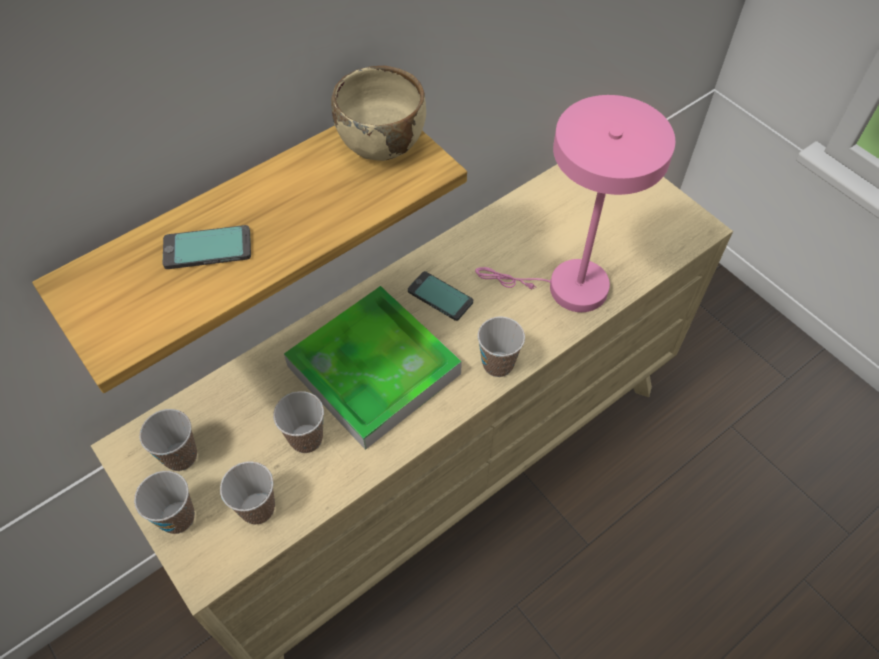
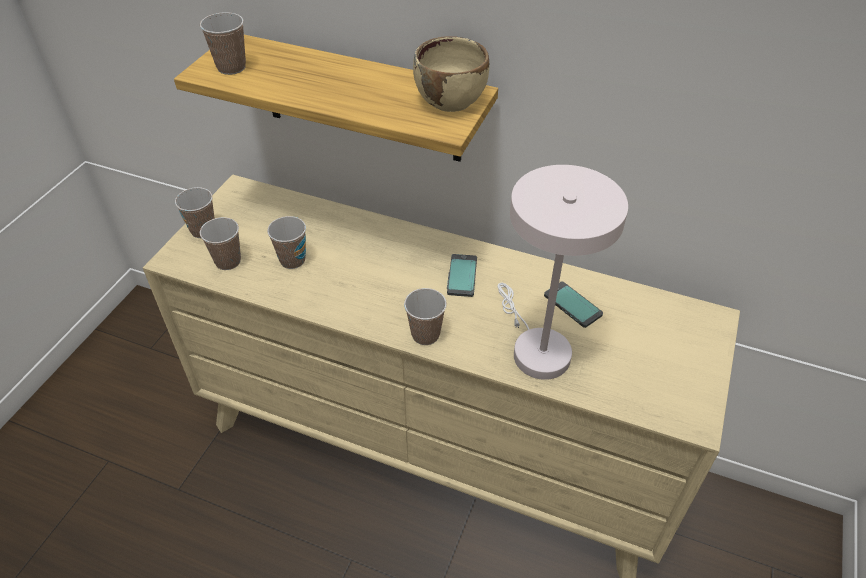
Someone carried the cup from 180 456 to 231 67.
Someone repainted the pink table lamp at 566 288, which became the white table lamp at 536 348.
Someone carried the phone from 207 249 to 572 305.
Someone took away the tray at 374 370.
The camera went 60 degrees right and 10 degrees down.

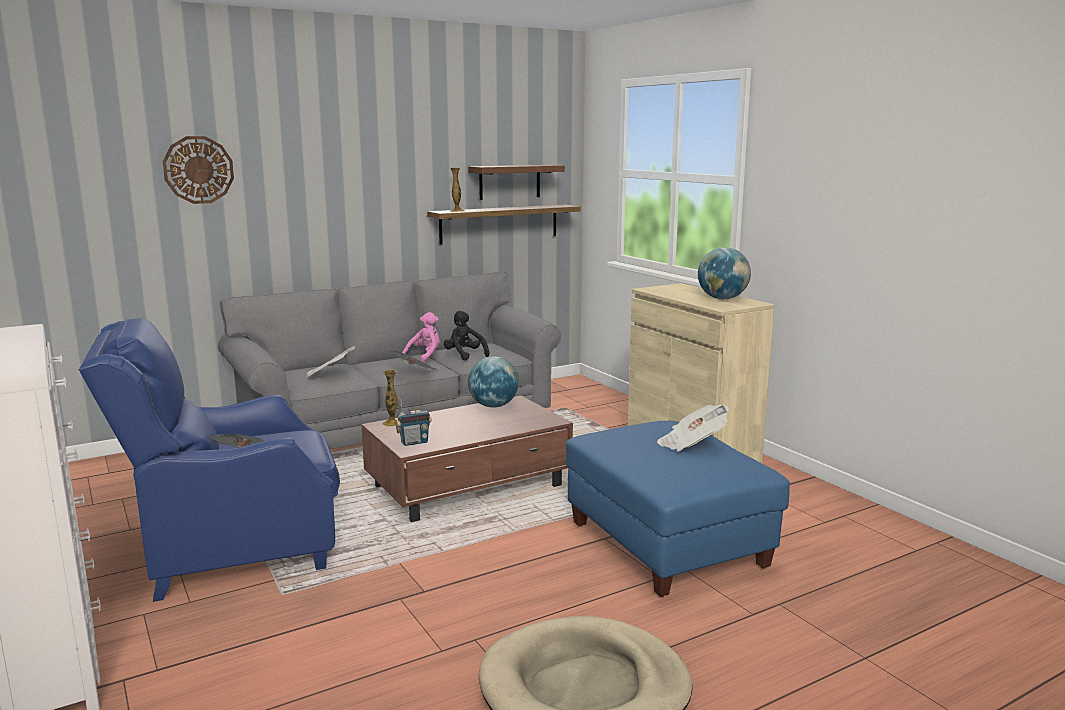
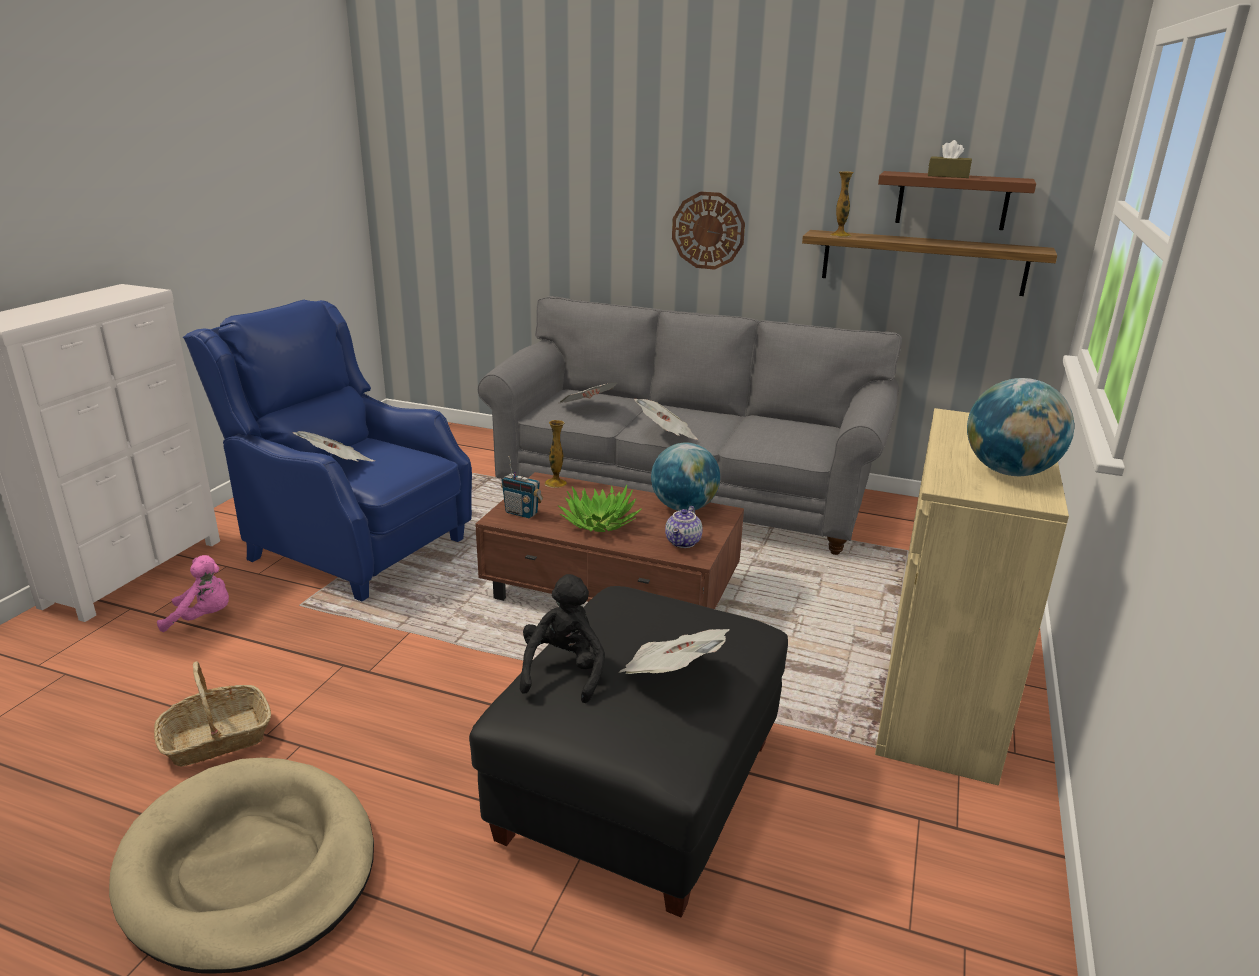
Someone put down the basket at 216 738.
Someone carried the pink plush toy from 425 357 to 203 618.
Someone repainted the blue ottoman at 667 545, which became the black ottoman at 640 791.
Someone carried the black plush toy from 464 355 to 564 671.
Someone put down the potted plant at 599 523.
Someone put down the teapot at 684 542.
Someone carried the wall clock from 198 170 to 708 230.
Someone put down the brown tissue box at 948 176.
The camera went 50 degrees right and 10 degrees up.

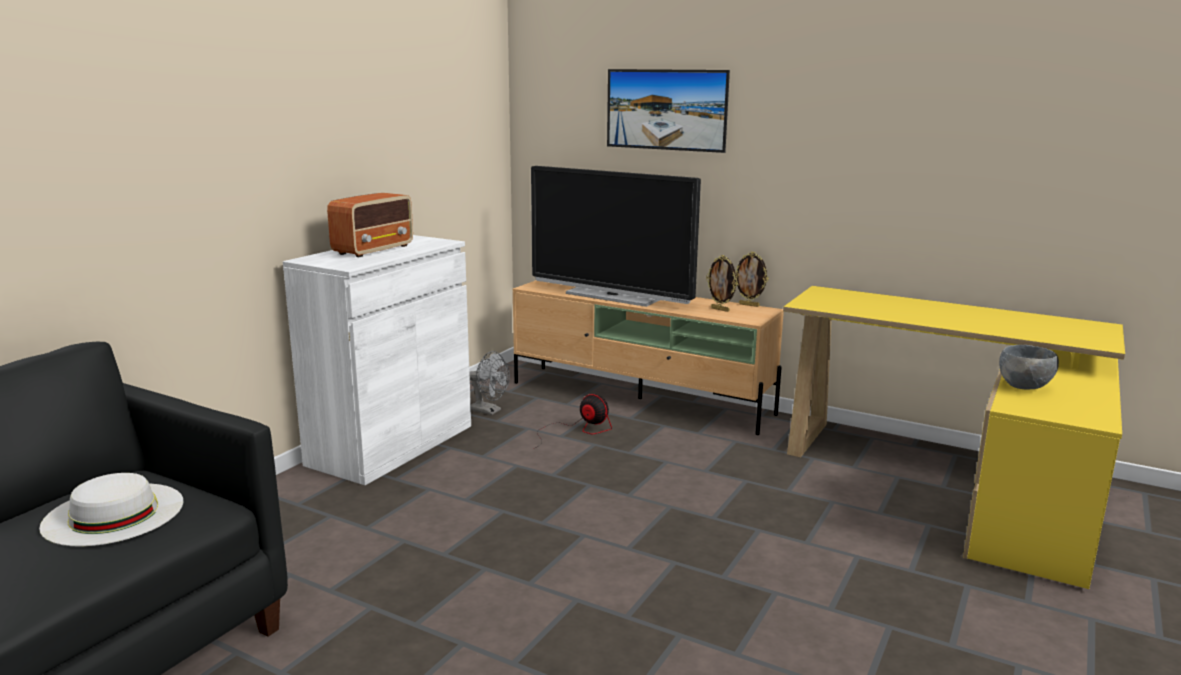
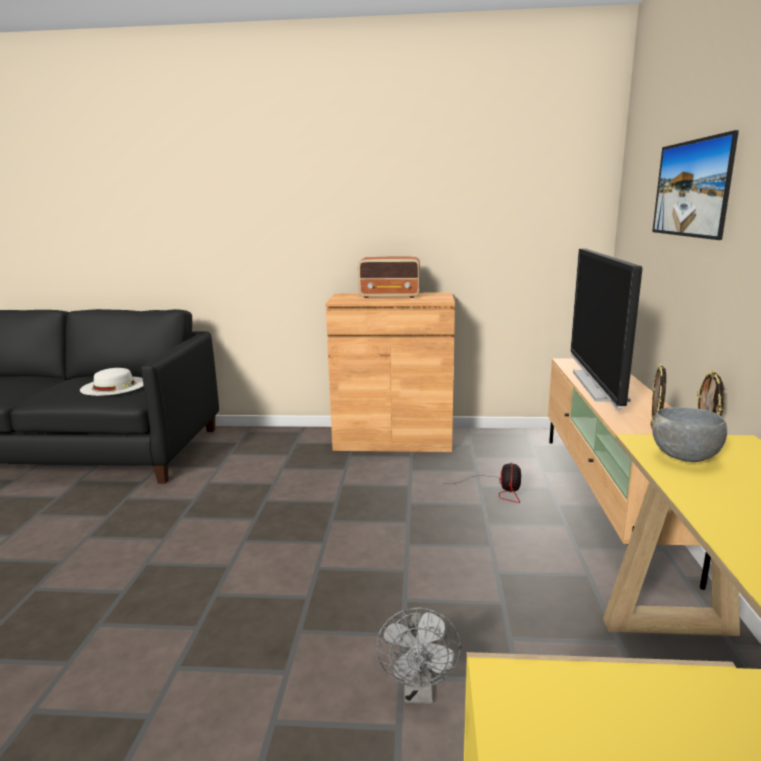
Someone repainted the white cabinet at 391 445, which became the brown cabinet at 393 439.
Someone carried the grey fan from 489 411 to 419 692.
Someone carried the grey bowl from 1024 387 to 685 458.
The camera went 65 degrees right and 0 degrees up.

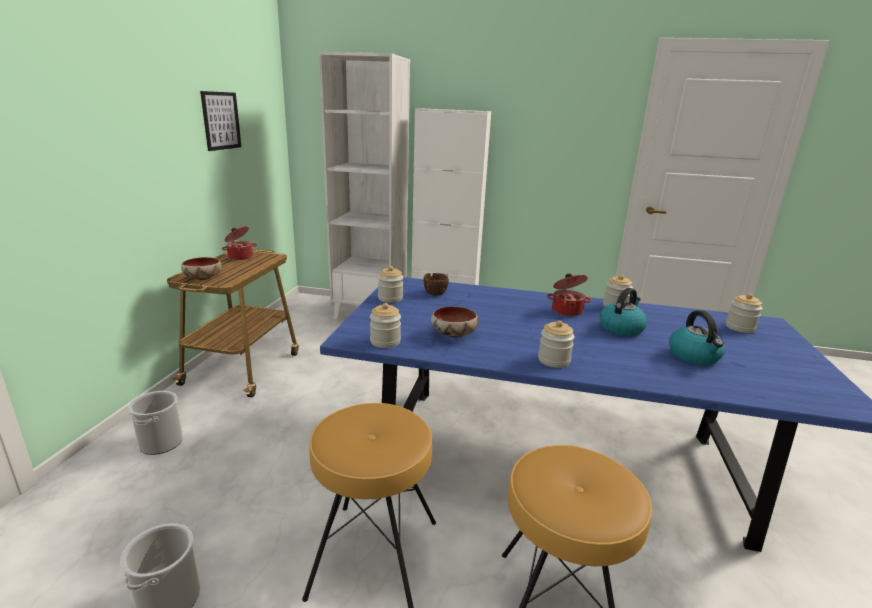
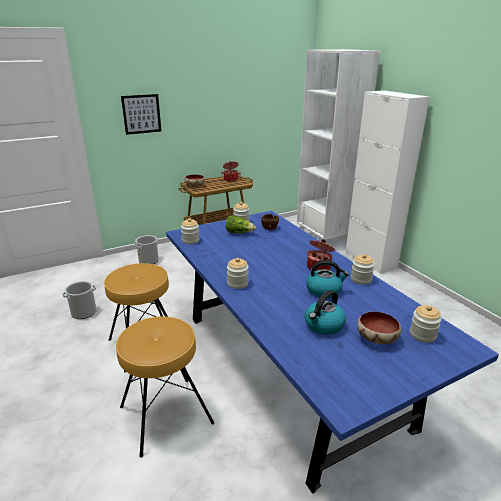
Someone carried the picture from 221 121 to 141 114.
Someone put down the lettuce at 239 233.
Someone carried the bowl from 453 334 to 376 338.
The camera went 50 degrees right and 5 degrees up.

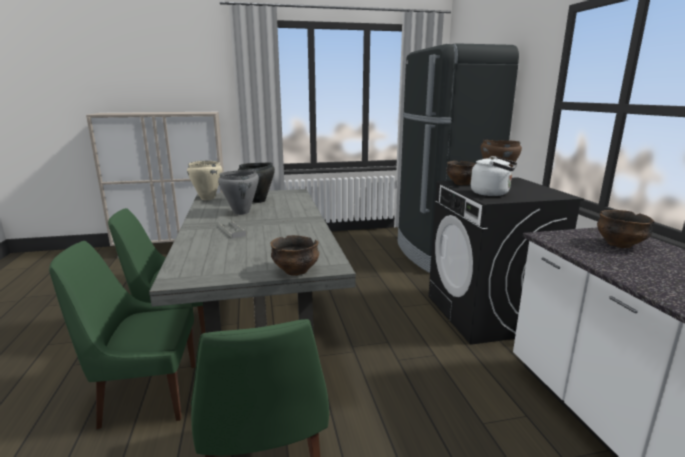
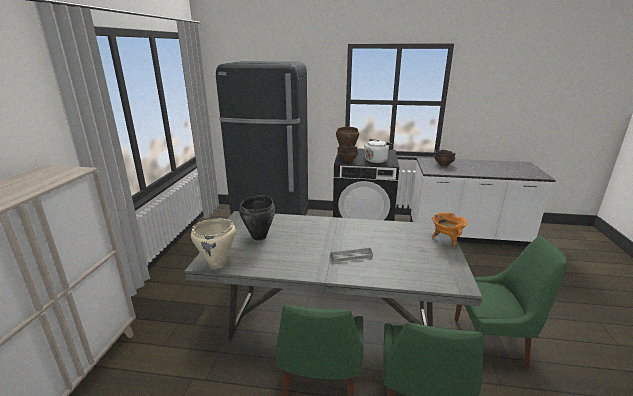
Someone swapped the bowl at 296 271 for the orange cooking pot at 446 240.
Someone took away the grey cooking pot at 241 212.
The camera went 70 degrees left and 5 degrees up.

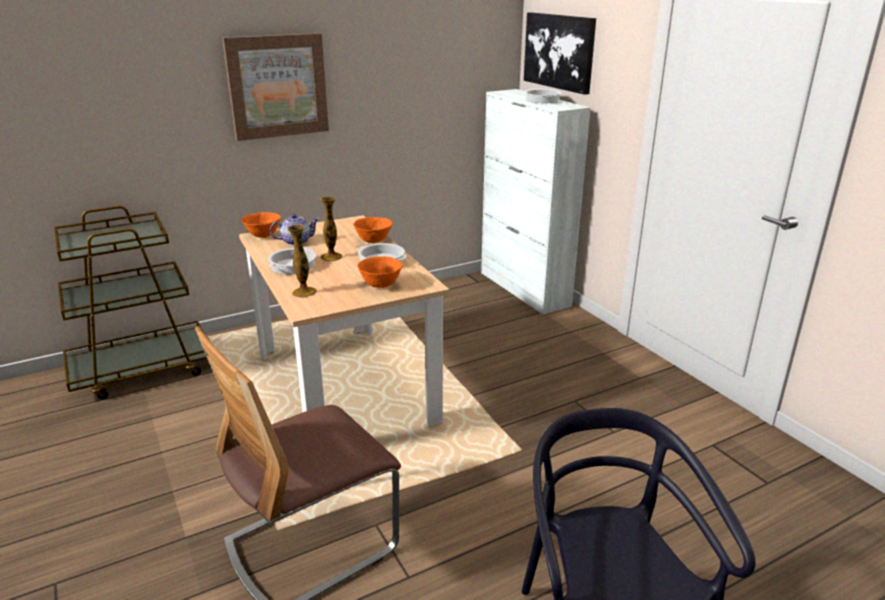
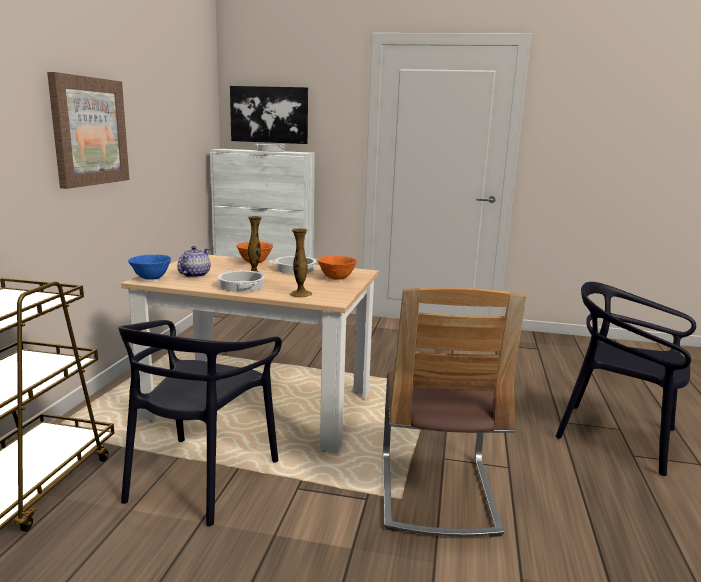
Someone put down the black chair at 201 477.
Someone repainted the orange bowl at 262 236, which became the blue bowl at 151 278.
The camera went 50 degrees left and 10 degrees down.

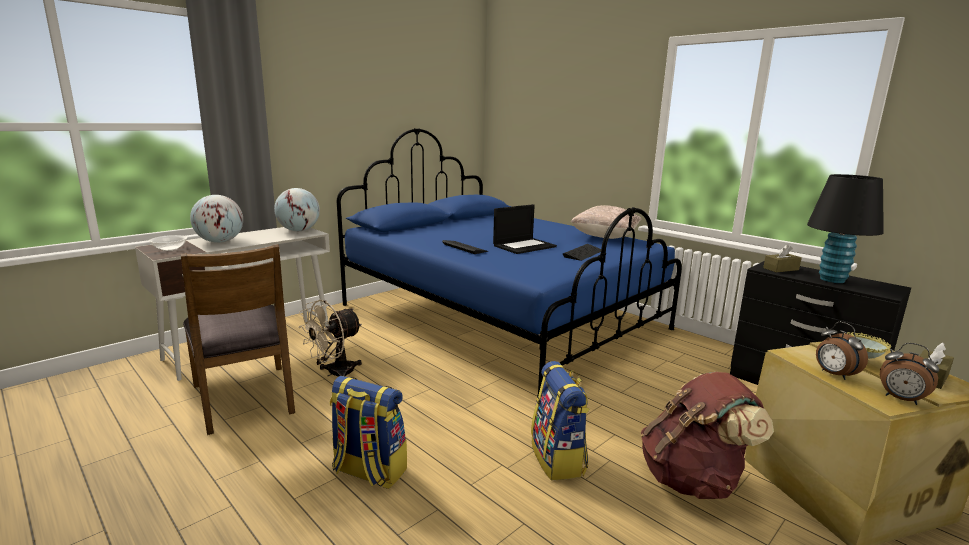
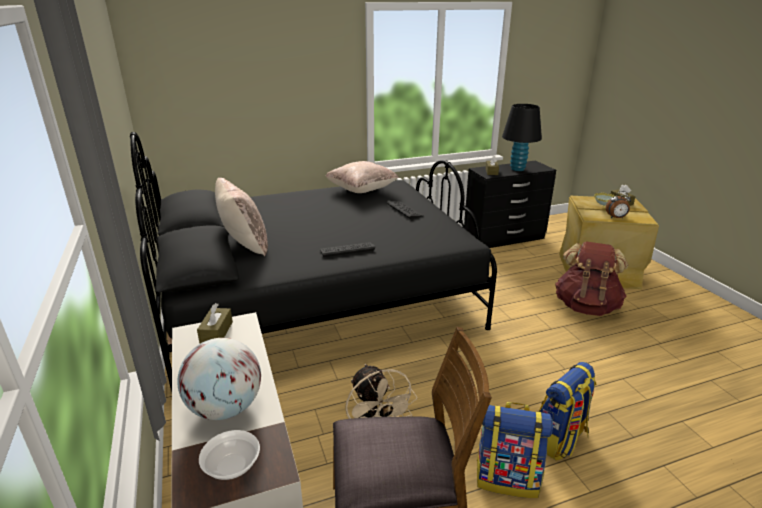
Someone repainted the blue bed at 501 317, which became the black bed at 318 302.
Someone swapped the globe at 299 231 for the brown tissue box at 216 332.
Someone put down the beige pillow at 244 244.
Someone carried the backpack from 558 459 to 507 478.
Someone took away the laptop at 524 246.
Someone took away the alarm clock at 901 399.
The camera went 65 degrees left and 10 degrees up.

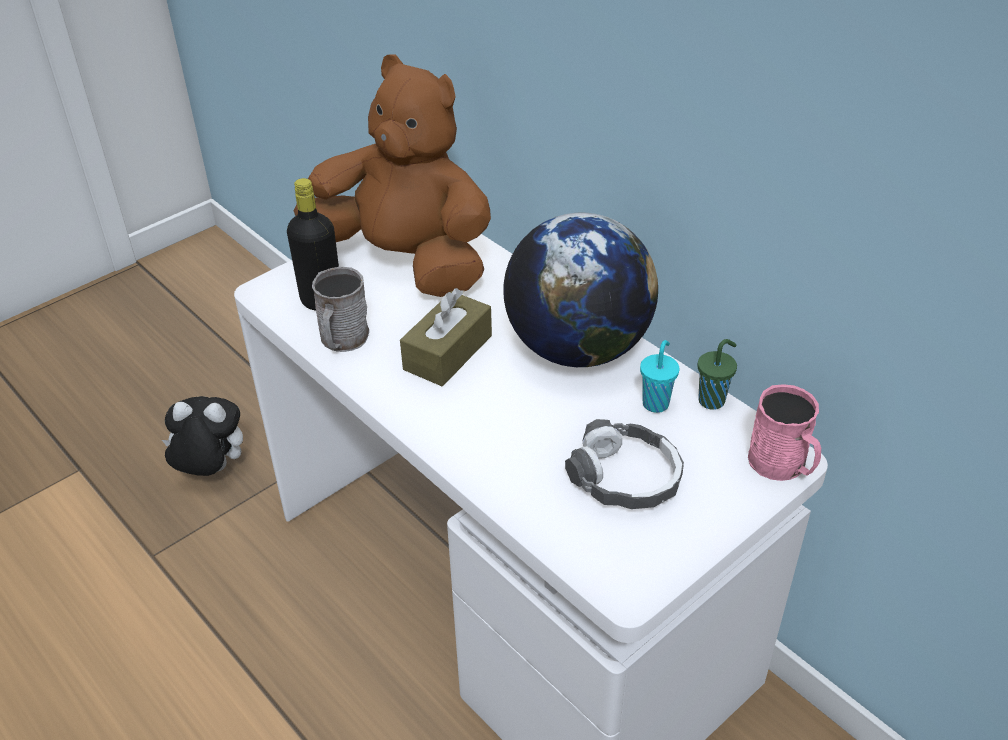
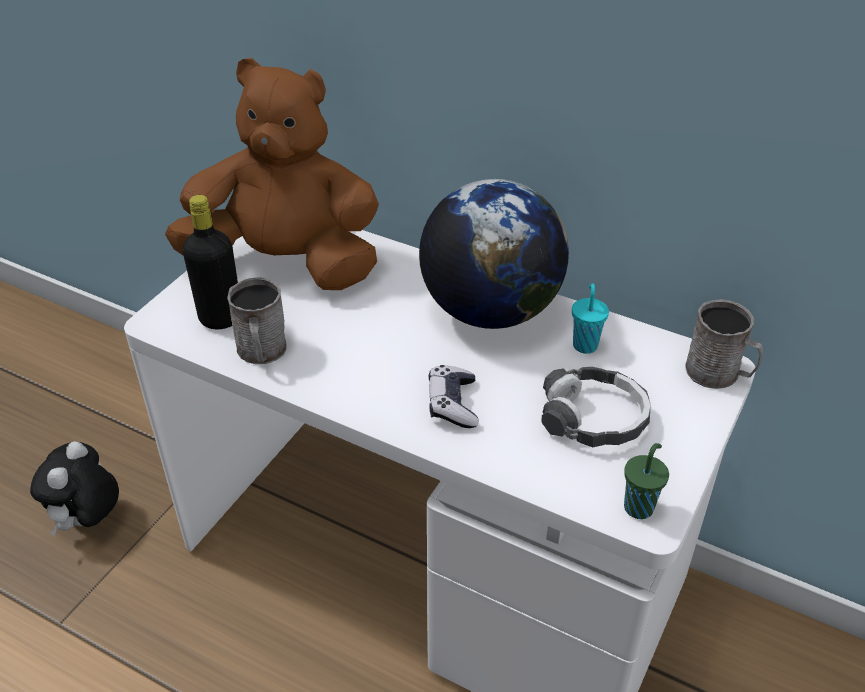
Someone rotated the plush toy at 211 470 by 60 degrees counterclockwise.
Someone put down the game controller at 452 404.
Someone carried the green cup from 713 400 to 639 506.
Someone repainted the pink mug at 782 465, which became the grey mug at 719 374.
Someone took away the brown tissue box at 448 352.
The camera went 20 degrees left and 0 degrees up.

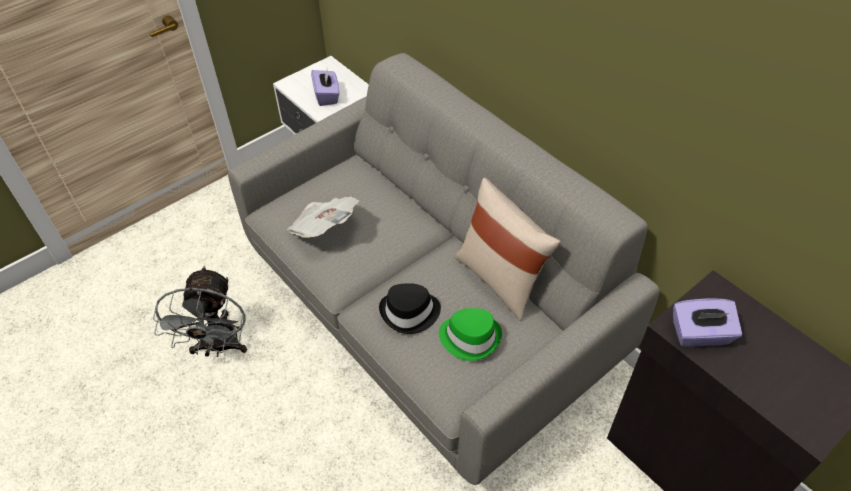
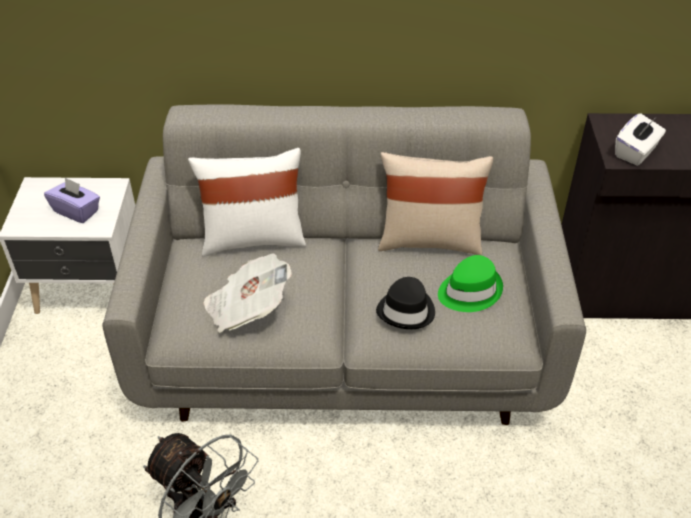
Someone put down the white pillow at 253 238.
Someone repainted the purple tissue box at 700 334, which became the white tissue box at 636 152.
The camera went 50 degrees left and 5 degrees down.

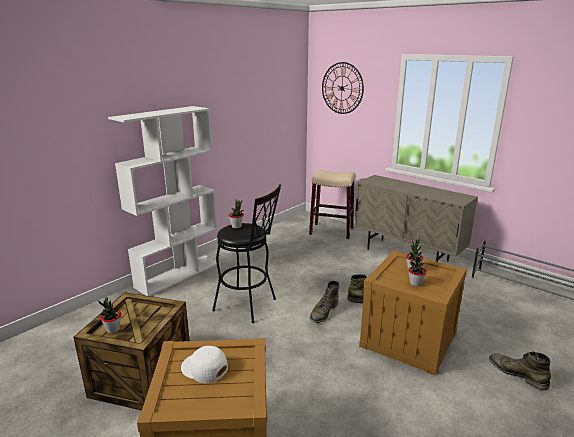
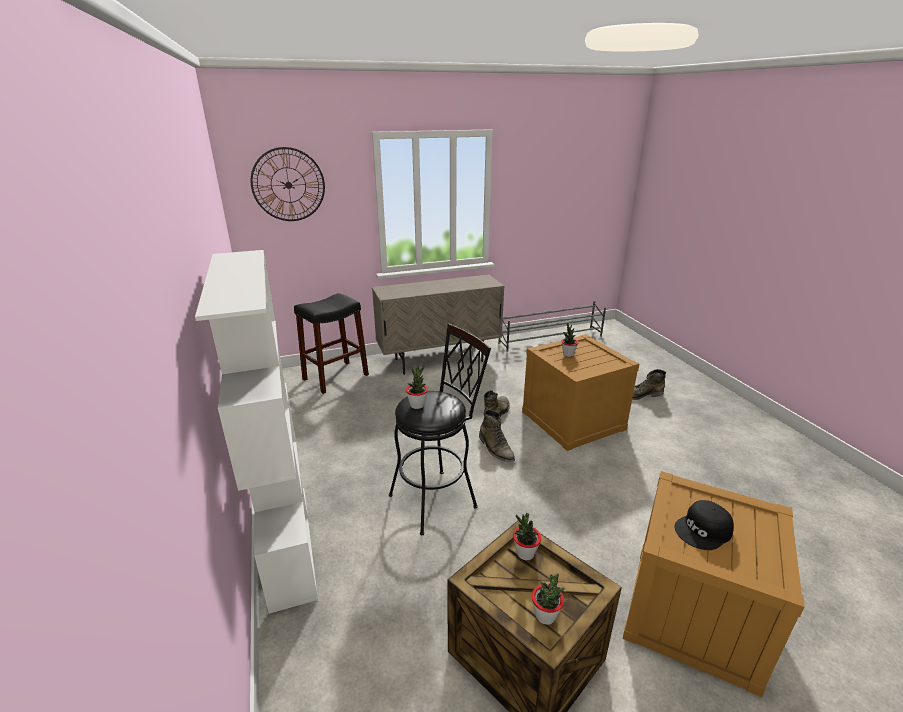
Someone repainted the beige stool at 331 231, which became the black stool at 336 377.
Someone carried the potted plant from 415 283 to 525 553.
Someone repainted the white cap at 204 368, which became the black cap at 704 530.
The camera went 60 degrees left and 5 degrees up.

